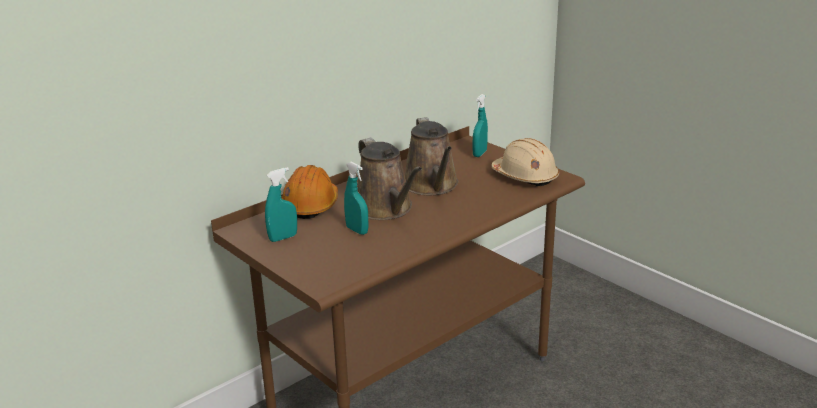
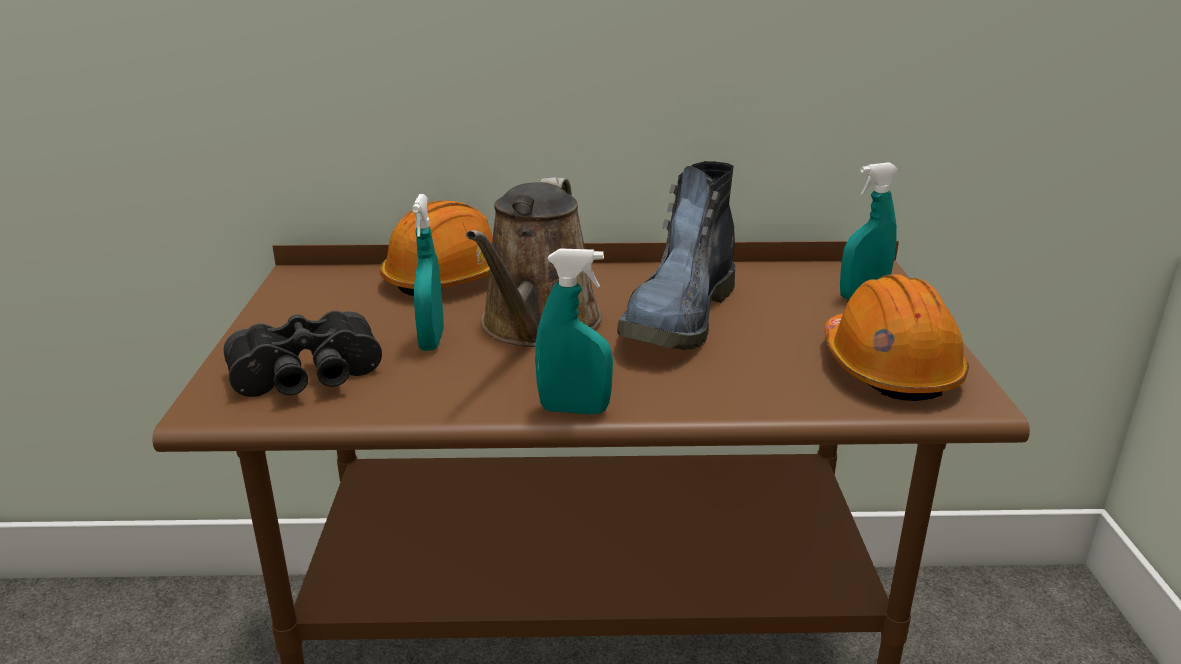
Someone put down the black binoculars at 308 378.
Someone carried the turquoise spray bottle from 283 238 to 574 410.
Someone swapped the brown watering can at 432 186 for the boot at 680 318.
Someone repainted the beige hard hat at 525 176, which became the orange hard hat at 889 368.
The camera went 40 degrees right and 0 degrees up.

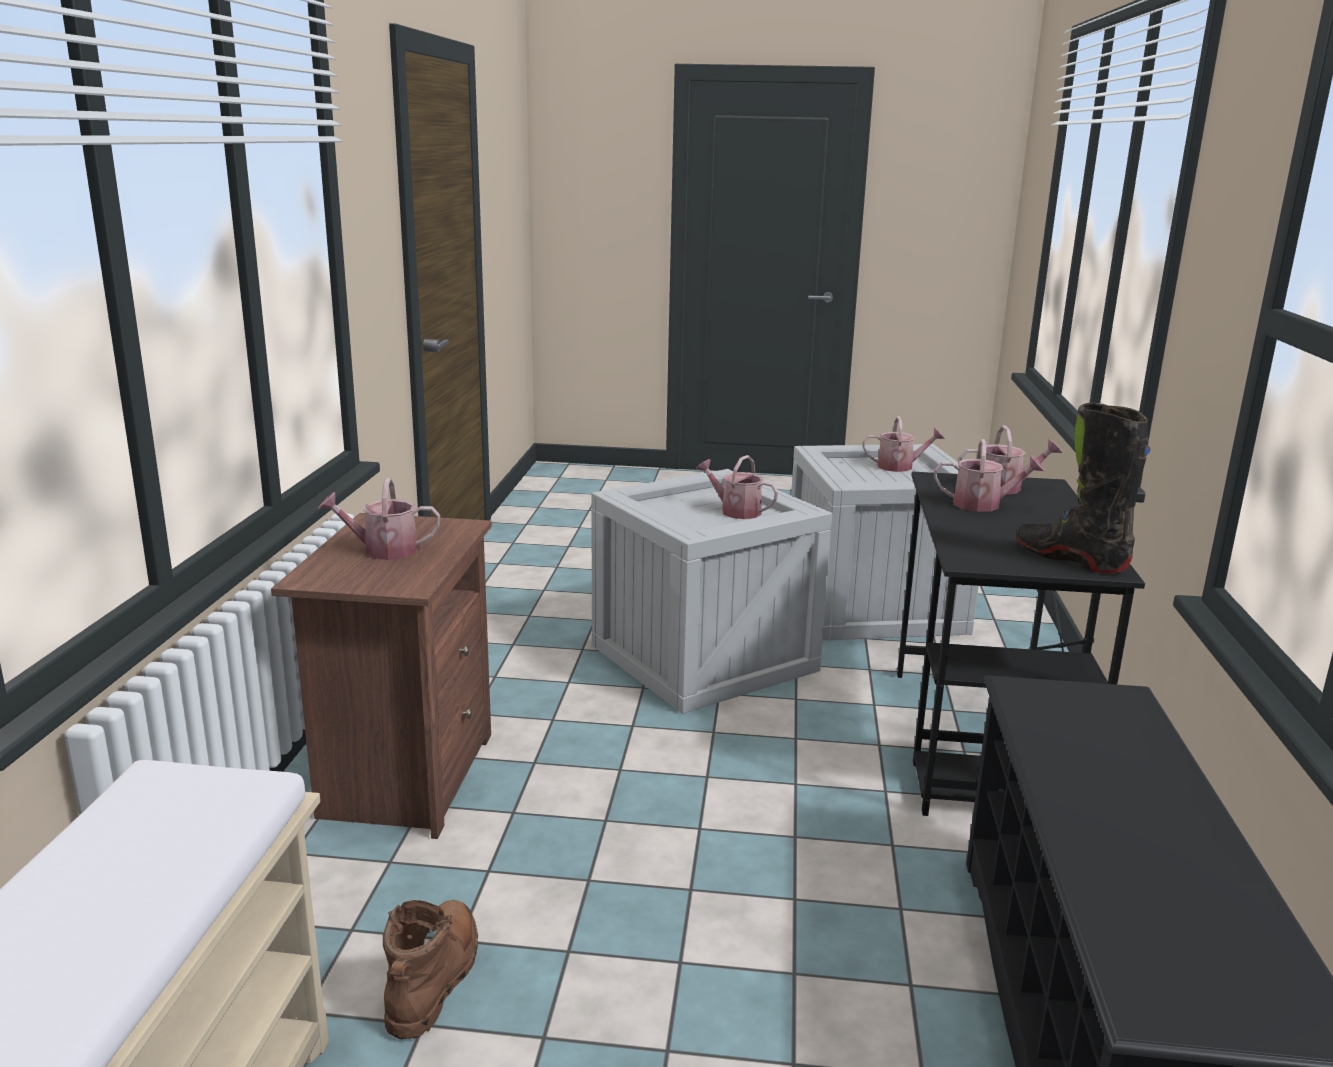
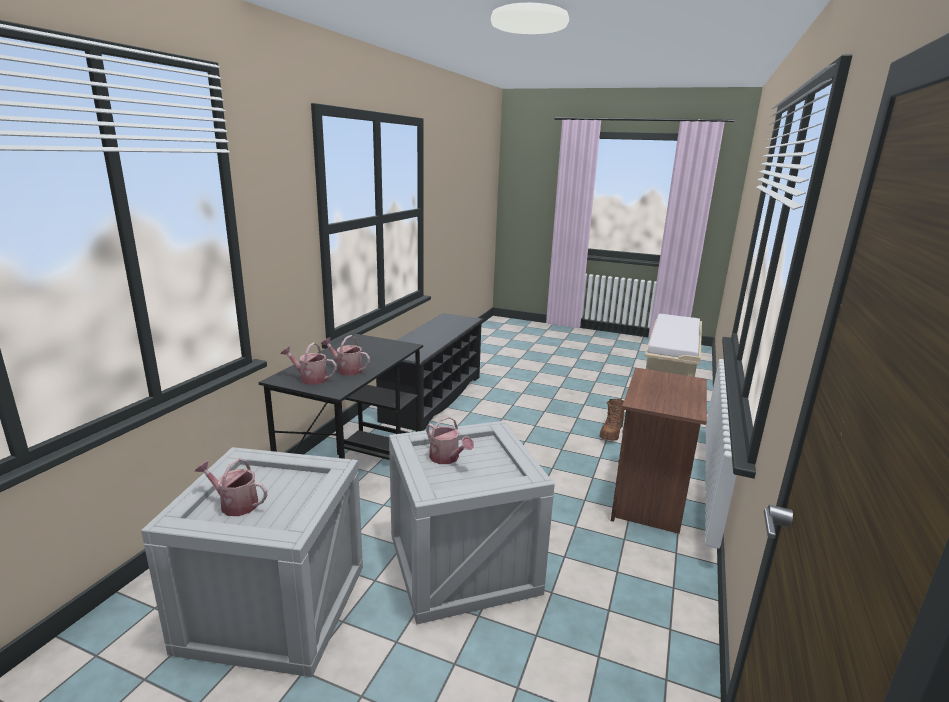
Someone took away the watering can at 383 550.
Someone took away the black boot at 1071 559.
The camera went 165 degrees left and 0 degrees up.

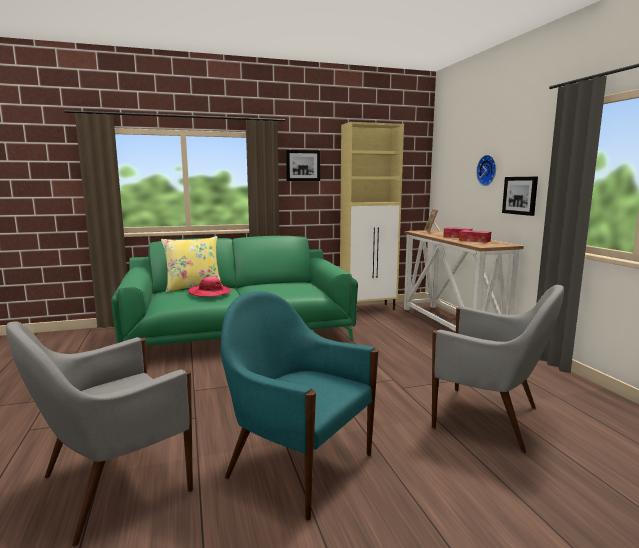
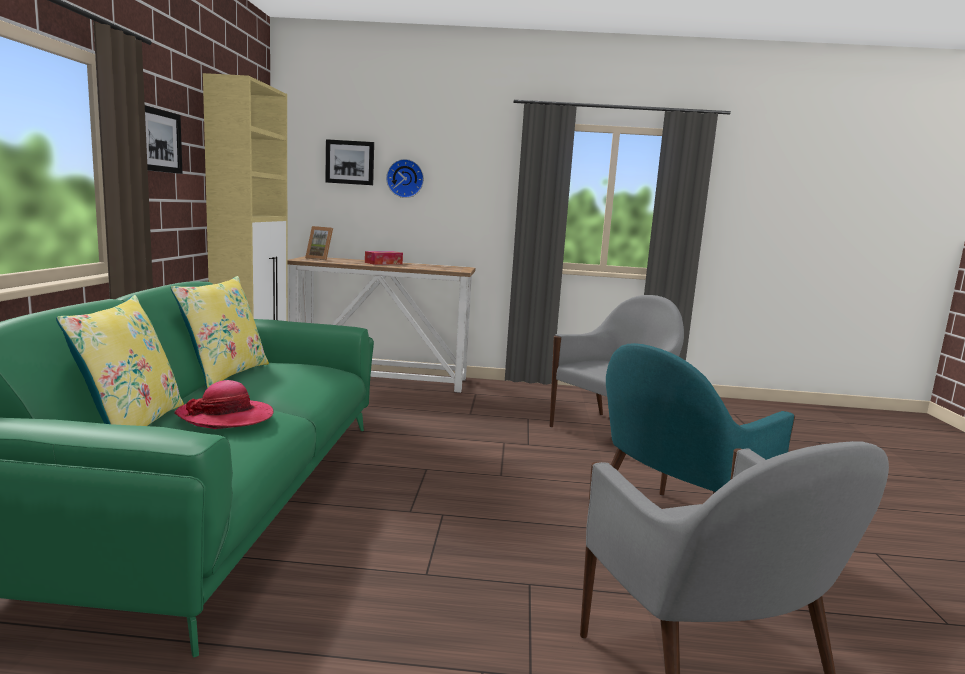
Someone put down the yellow pillow at 224 374.
Someone carried the picture from 520 195 to 350 162.
Someone took away the tissue box at 474 240.
The camera went 70 degrees left and 0 degrees up.

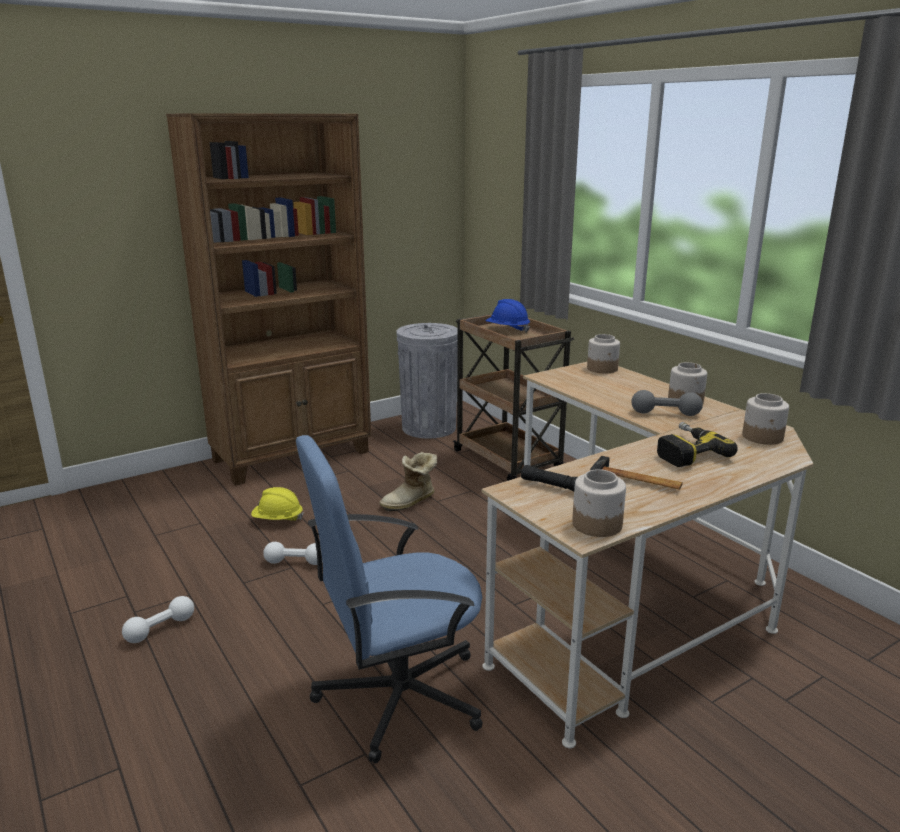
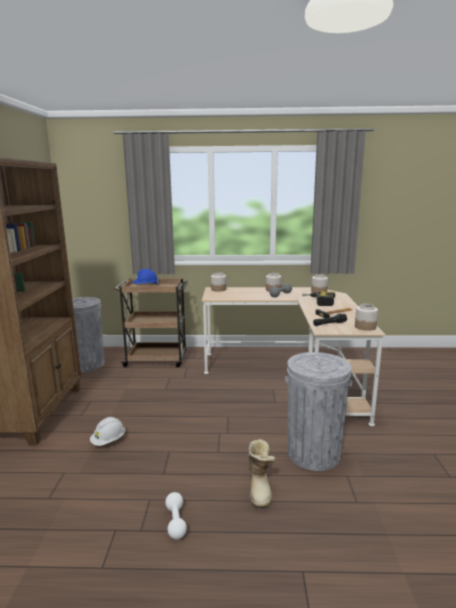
Someone repainted the yellow hard hat at 277 520, which became the white hard hat at 108 441.
Someone carried the boot from 410 502 to 260 489.
Someone swapped the blue office chair at 398 695 for the grey trash can at 313 453.
Someone took away the white dumbbell at 295 562.
The camera went 55 degrees left and 5 degrees down.

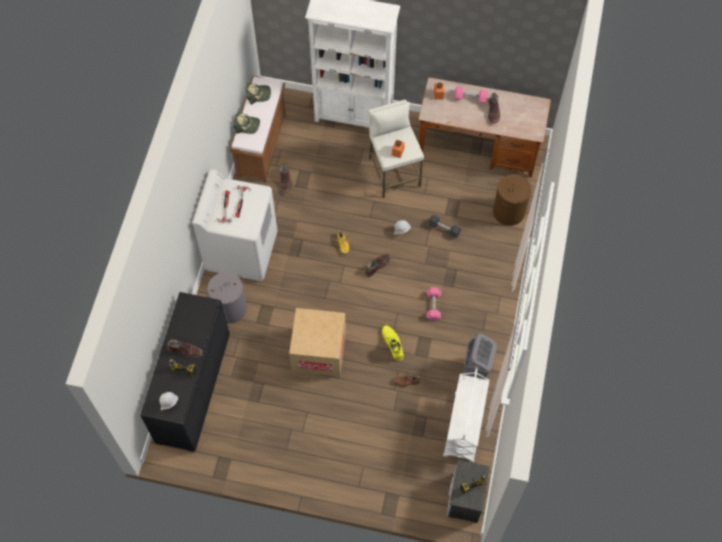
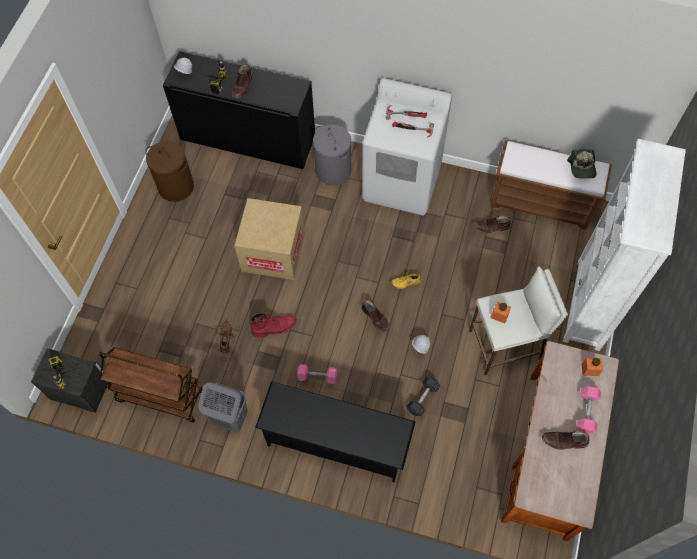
Someone repainted the white cart at 464 428, which became the brown cart at 160 396.
Someone carried the brown laundry basket from 508 211 to 176 187.
Someone repainted the yellow boot at 392 343, which became the red boot at 274 327.
Someone put down the black shoe rack at 336 442.
Someone took away the cap at 247 125.
The camera went 95 degrees right and 0 degrees up.

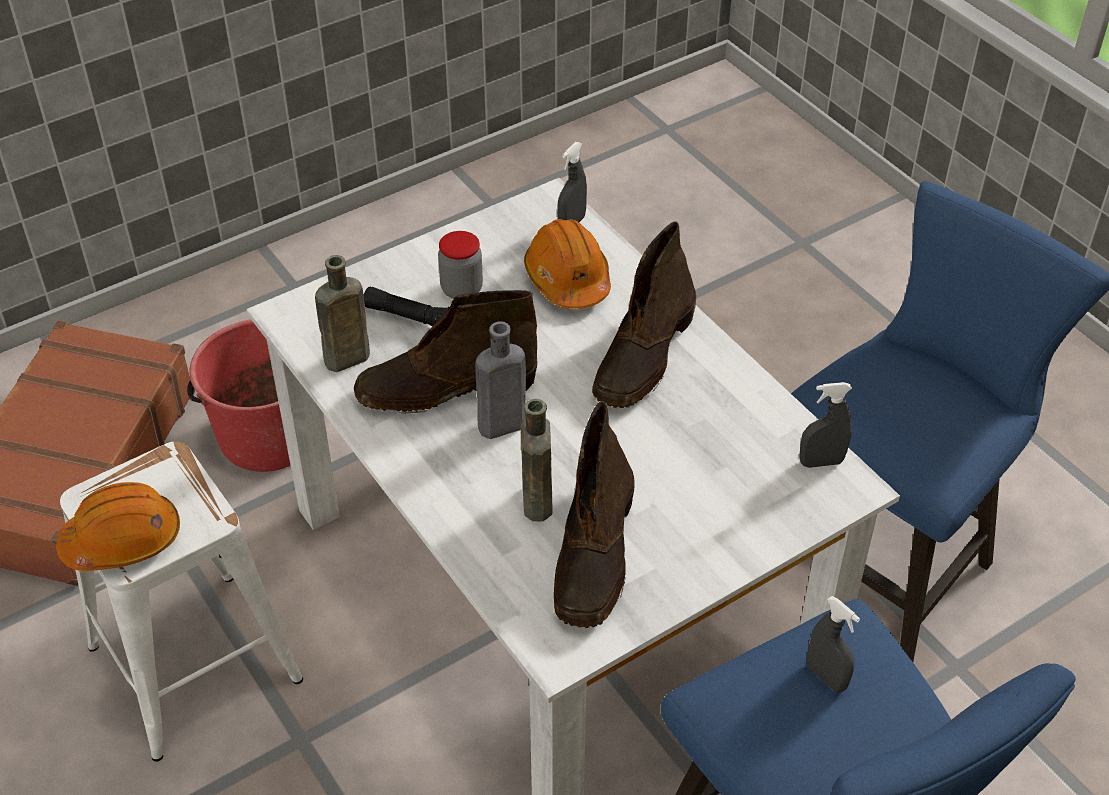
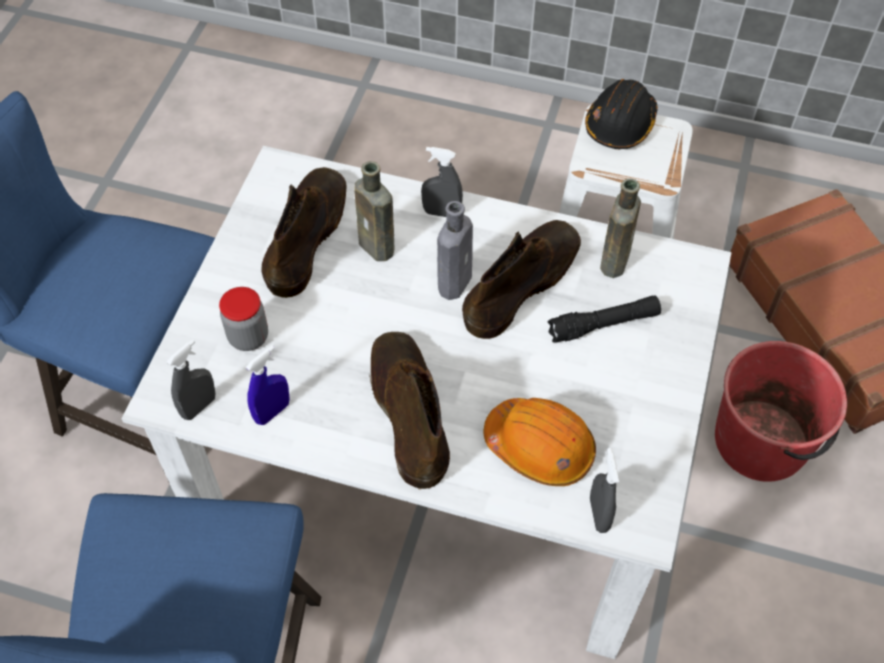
Someone carried the jar from 461 289 to 248 337.
Someone put down the blue spray bottle at 272 412.
Someone rotated the brown boot at 594 555 by 45 degrees clockwise.
Someone carried the grey spray bottle from 826 677 to 441 213.
Someone repainted the orange hard hat at 123 540, which became the black hard hat at 620 124.
The camera went 140 degrees right and 10 degrees up.

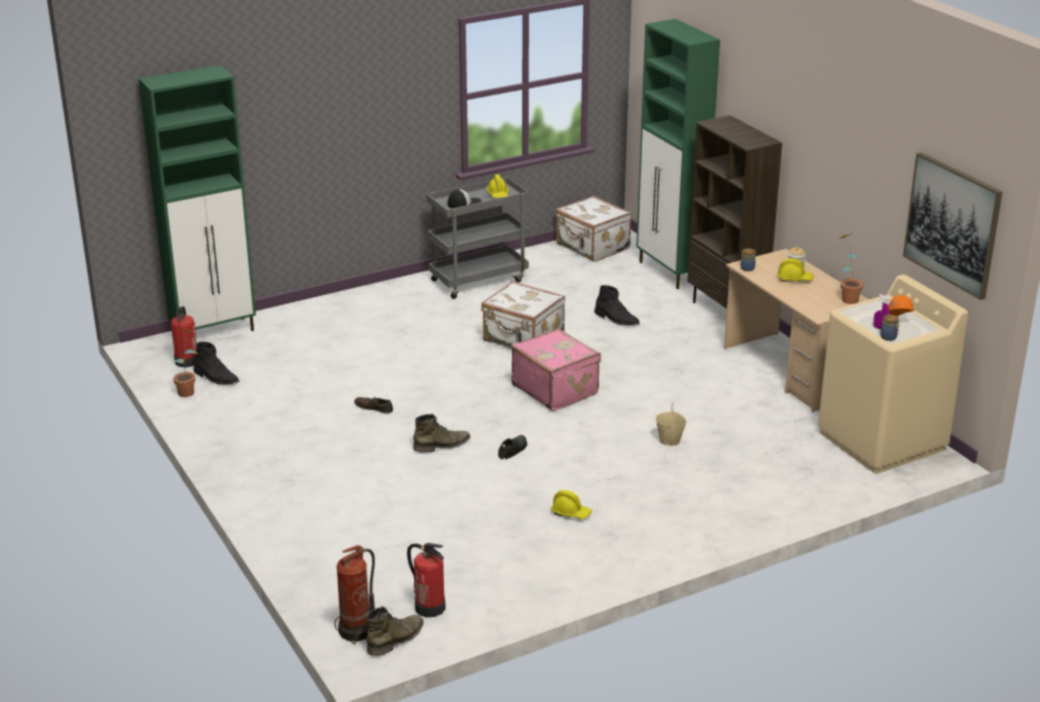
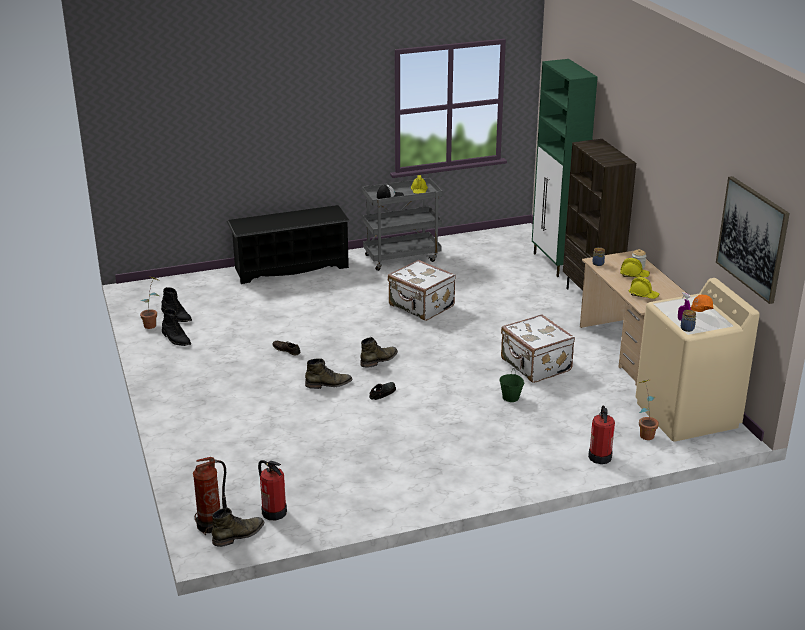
Someone carried the black boot from 616 319 to 176 339.
Someone put down the black shoe rack at 291 267.
Someone put down the green boot at 379 360.
Someone repainted the beige bucket at 670 440, which became the green bucket at 511 397.
Someone carried the white suitcase from 592 247 to 535 365.
Someone carried the fire extinguisher from 187 361 to 600 456.
Someone carried the yellow hard hat from 570 513 to 643 295.
Someone carried the potted plant from 846 298 to 644 433.
Someone took away the green cabinet at 214 332.
Someone took away the pink suitcase at 556 389.
The camera went 10 degrees right and 0 degrees up.

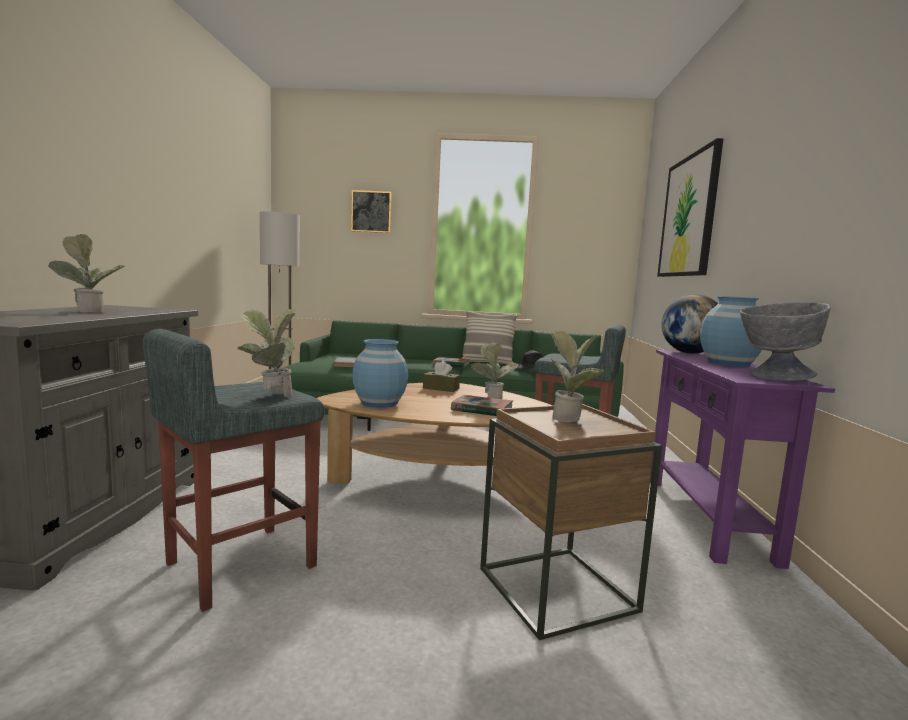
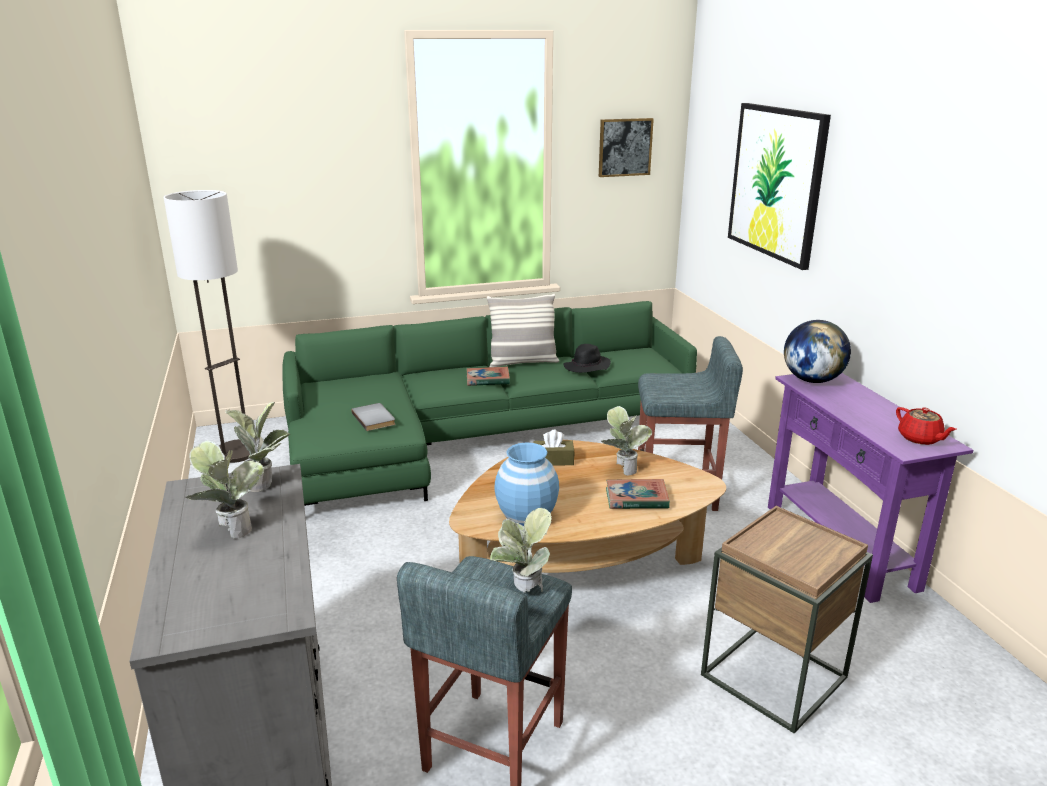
Someone carried the potted plant from 571 418 to 265 483.
Someone carried the picture from 371 211 to 625 147.
Someone swapped the grey bowl at 773 378 for the red teapot at 920 439.
Someone took away the blue vase at 728 363.
The camera went 20 degrees left and 15 degrees up.

